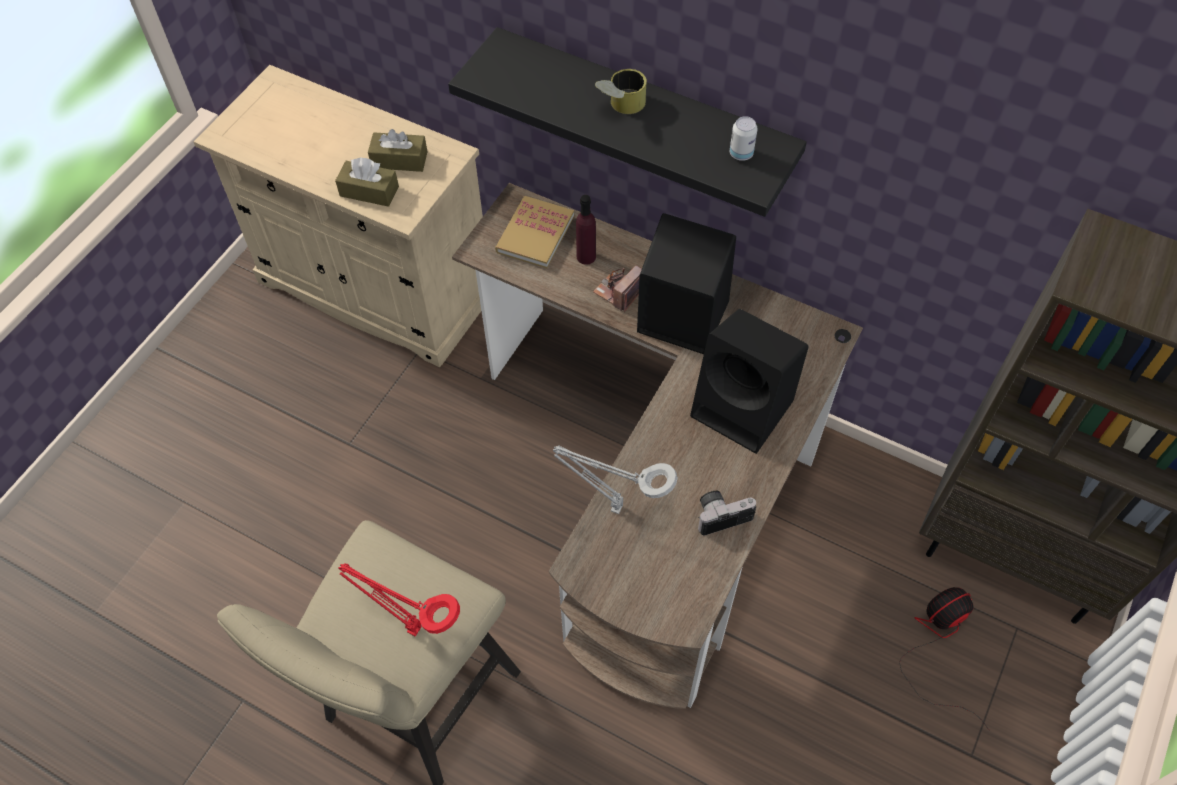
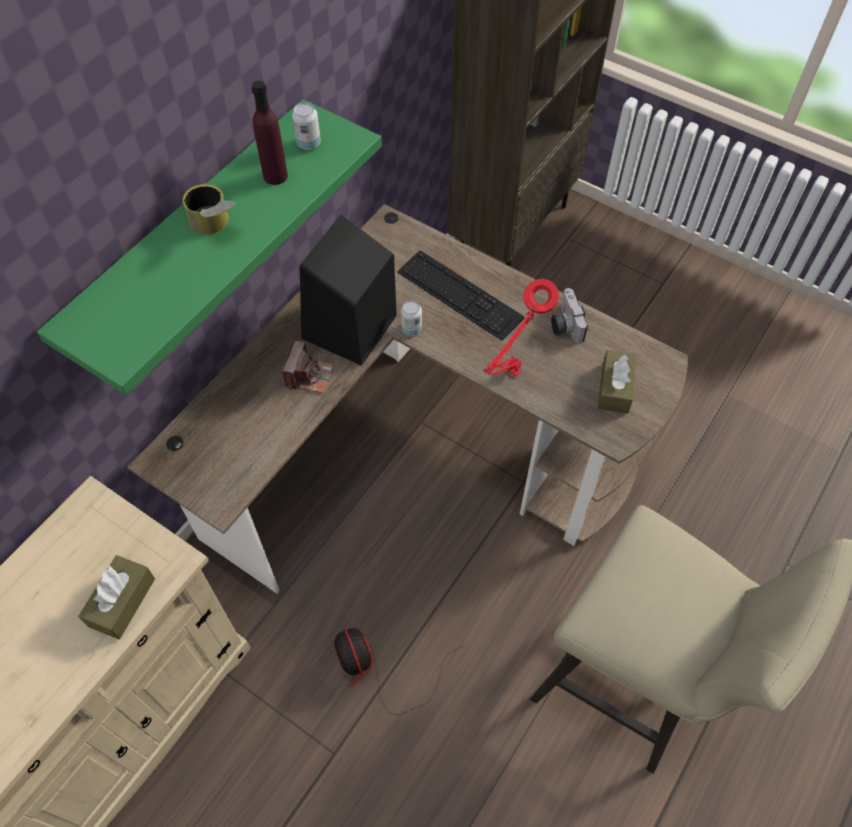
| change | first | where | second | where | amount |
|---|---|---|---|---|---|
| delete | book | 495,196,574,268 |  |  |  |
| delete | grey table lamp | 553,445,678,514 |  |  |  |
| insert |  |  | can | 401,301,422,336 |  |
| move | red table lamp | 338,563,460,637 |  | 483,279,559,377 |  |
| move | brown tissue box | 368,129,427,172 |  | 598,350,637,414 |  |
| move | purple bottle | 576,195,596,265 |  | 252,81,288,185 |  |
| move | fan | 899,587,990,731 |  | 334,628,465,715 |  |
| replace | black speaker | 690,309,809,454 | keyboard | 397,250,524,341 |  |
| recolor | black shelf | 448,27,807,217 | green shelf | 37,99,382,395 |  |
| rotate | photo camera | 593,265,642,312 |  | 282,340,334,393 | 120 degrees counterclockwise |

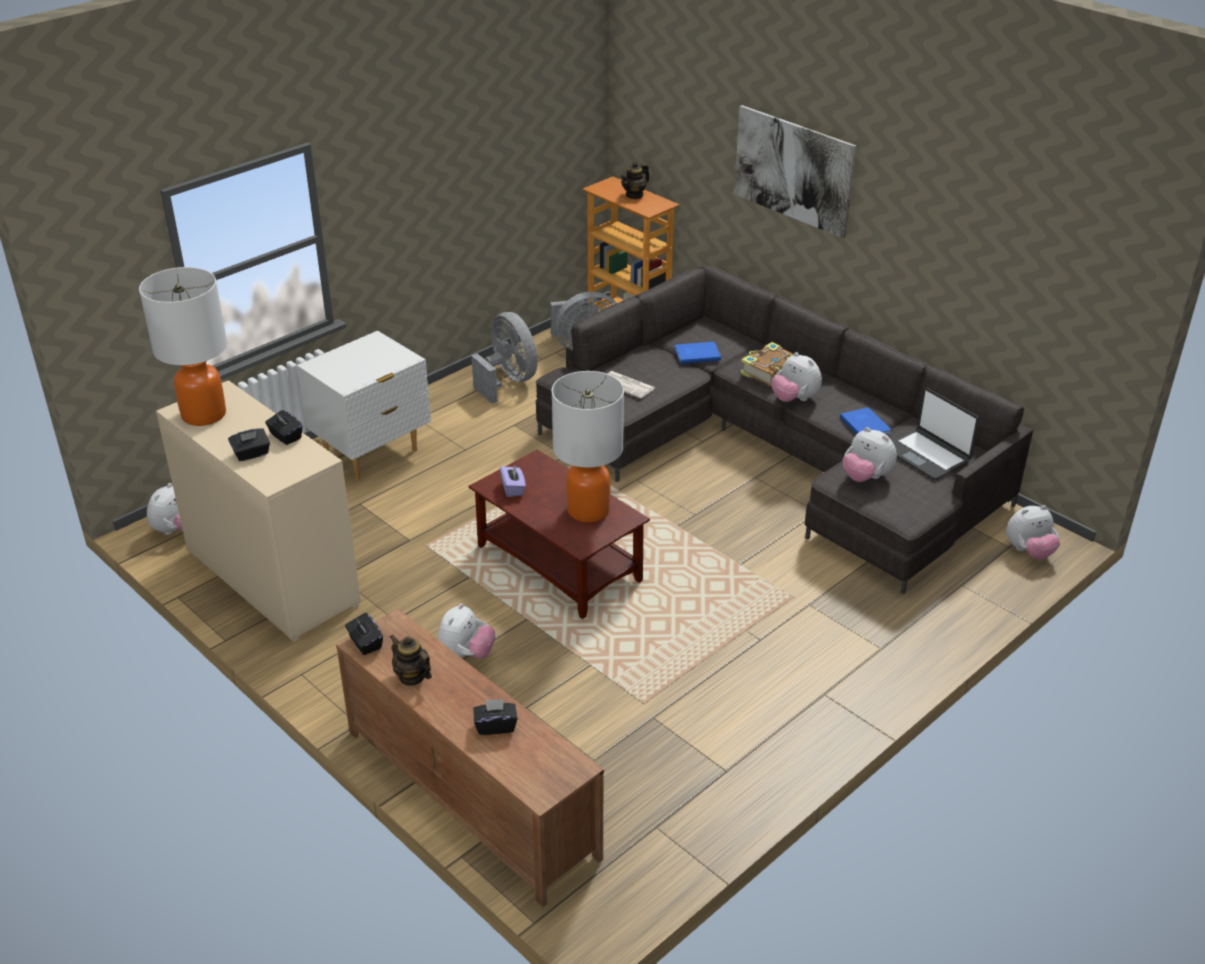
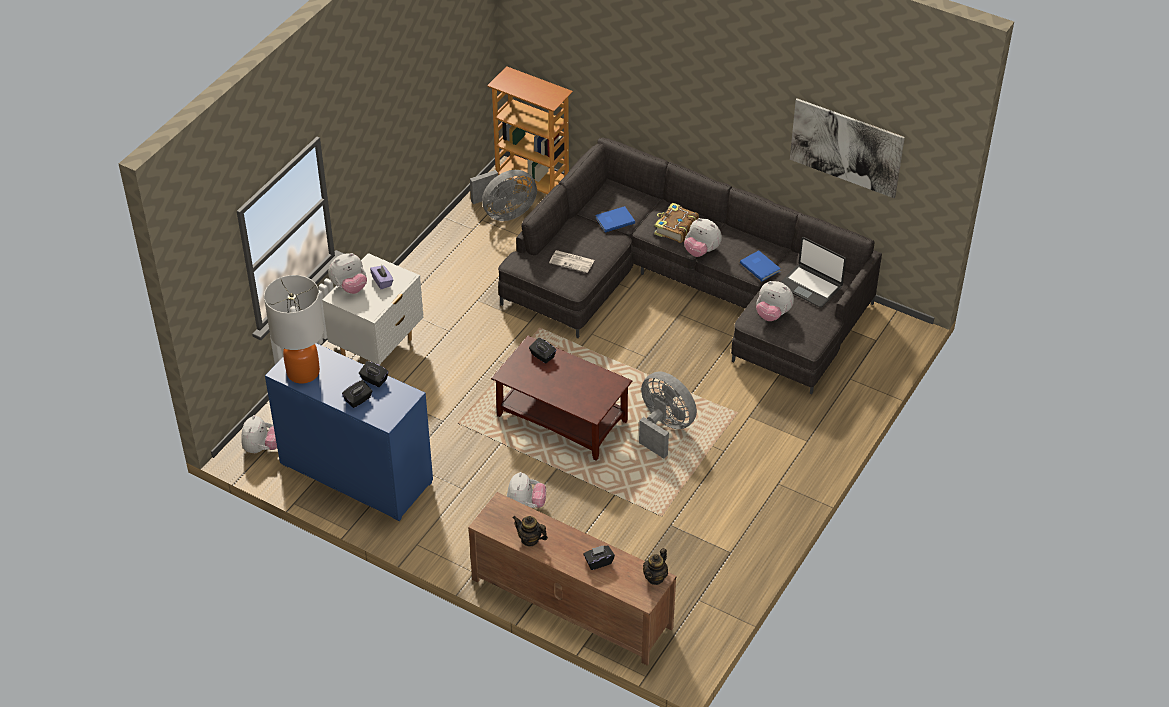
| change | first | where | second | where | amount |
|---|---|---|---|---|---|
| delete | table lamp | 552,371,624,522 |  |  |  |
| move | black tissue box | 345,613,383,655 |  | 529,338,556,363 |  |
| move | grey fan | 471,312,537,404 |  | 639,372,697,459 |  |
| move | purple tissue box | 500,465,526,497 |  | 370,266,393,289 |  |
| move | teapot | 620,162,649,199 |  | 643,548,668,585 |  |
| move | picture | 734,105,856,238 |  | 790,98,905,198 |  |
| move | plush toy | 1006,505,1060,560 |  | 328,253,367,294 |  |
| recolor | beige dresser | 156,380,361,642 | blue dresser | 265,343,433,521 |  |

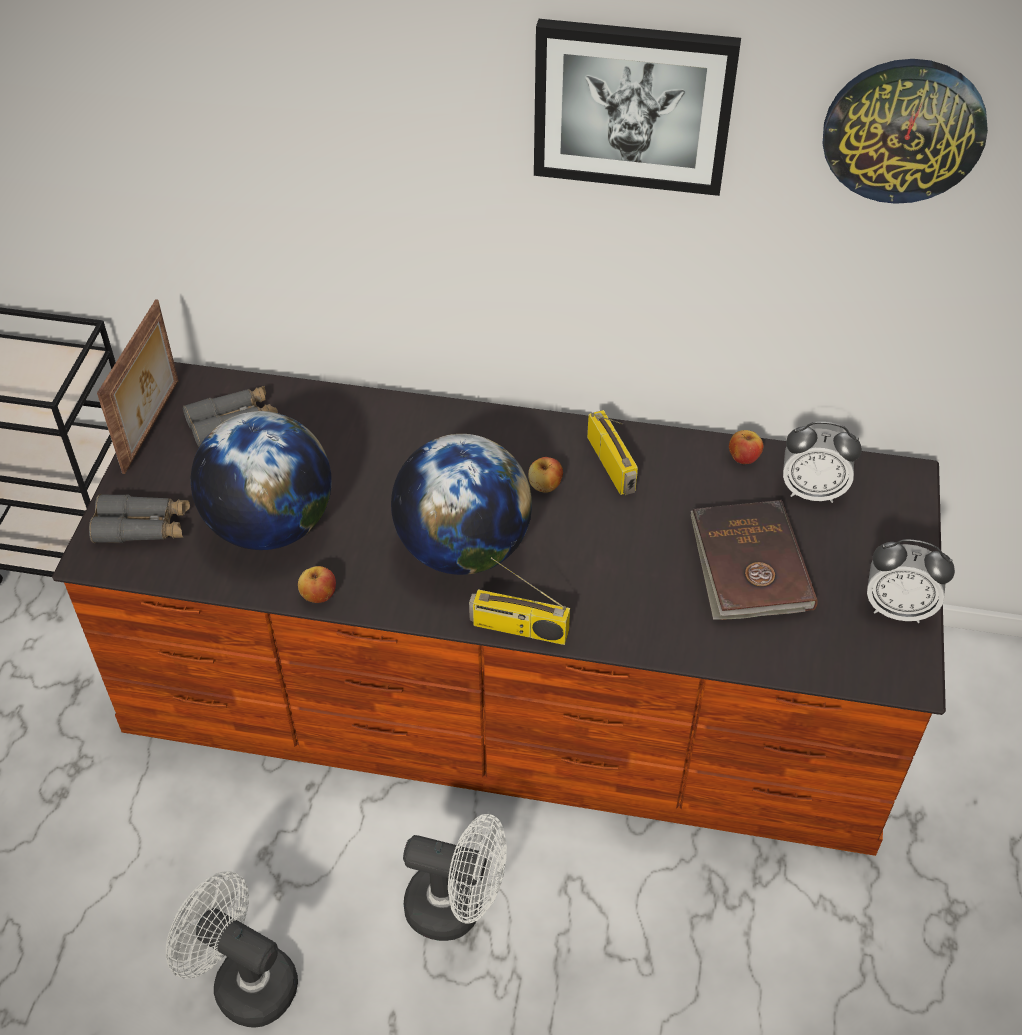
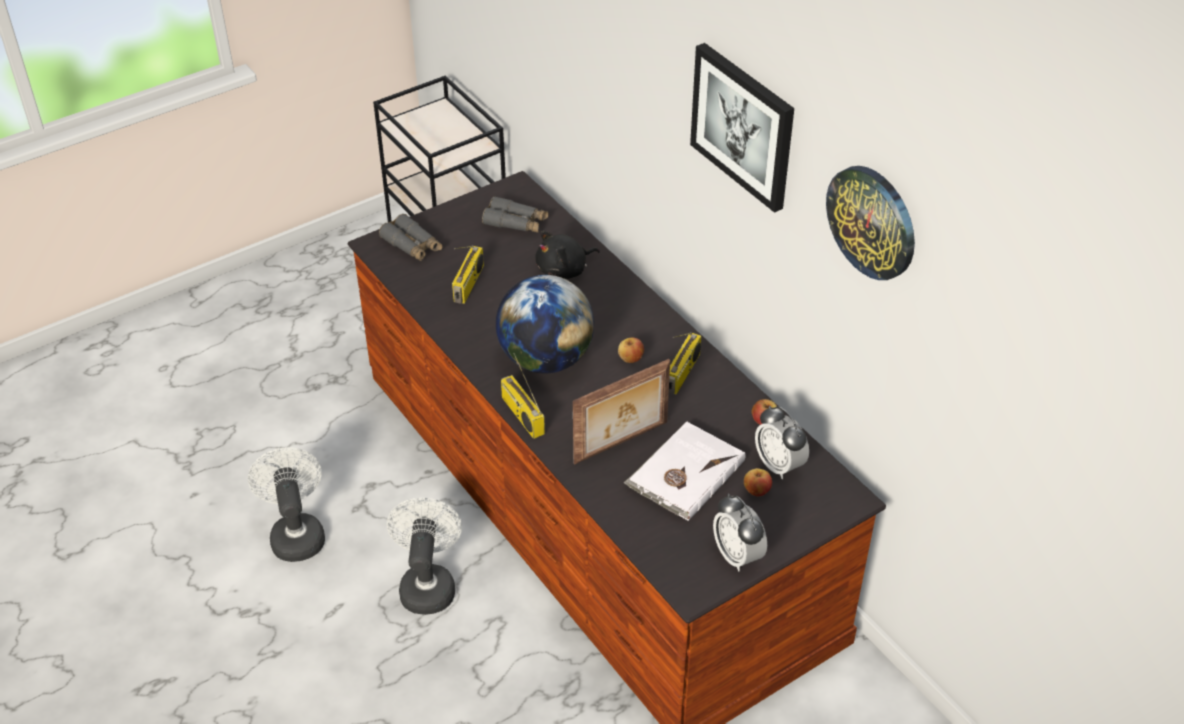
| change | first | where | second | where | amount |
|---|---|---|---|---|---|
| insert |  |  | black plush toy | 535,231,600,279 |  |
| move | picture frame | 97,299,179,474 |  | 573,359,670,464 |  |
| move | apple | 298,566,336,603 |  | 744,468,772,497 |  |
| replace | globe | 191,411,332,550 | radio | 452,245,484,304 |  |
| recolor | brown book | 690,500,818,620 | white book | 624,422,745,521 |  |
| rotate | white fan | 403,814,507,941 |  | 387,498,462,615 | 150 degrees counterclockwise |

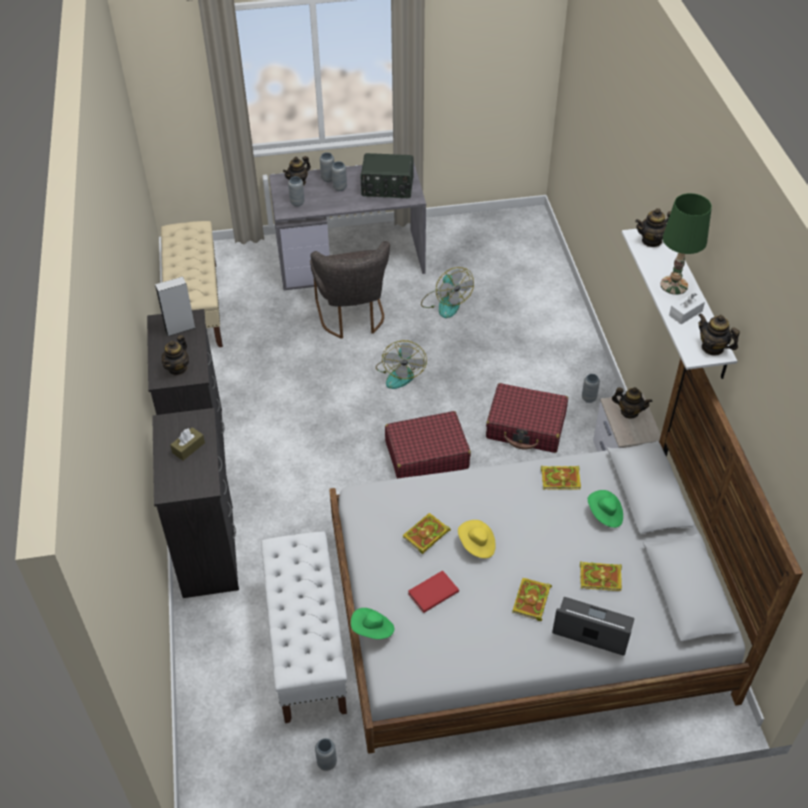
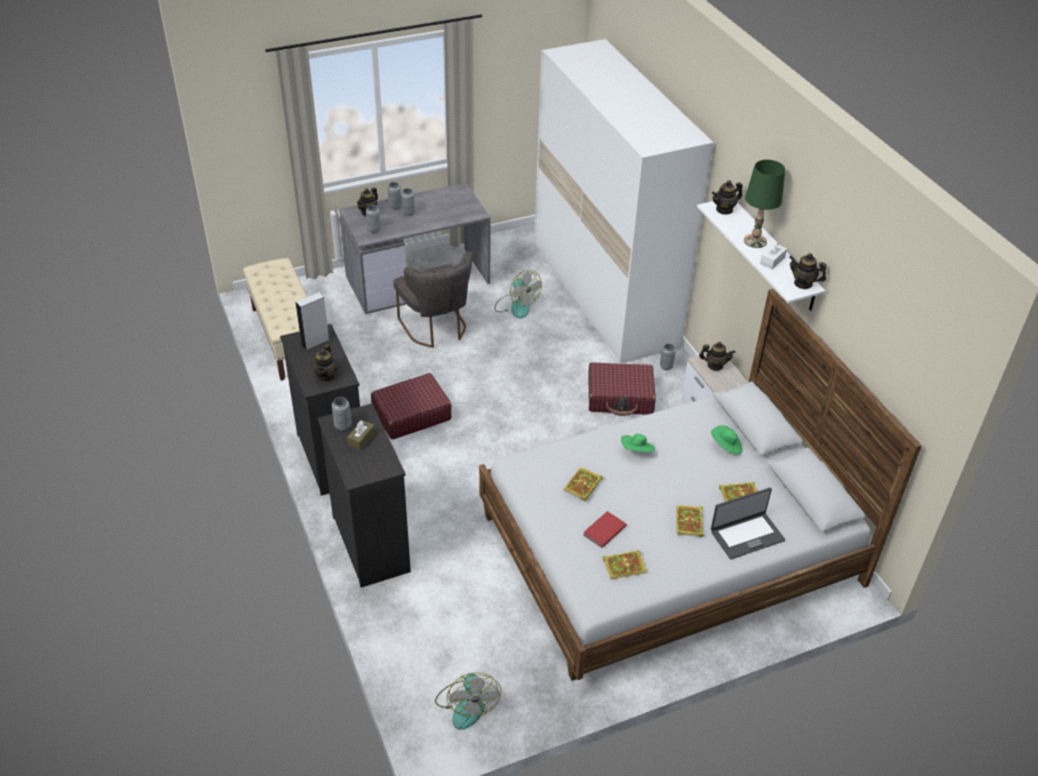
| change | first | where | second | where | amount |
|---|---|---|---|---|---|
| delete | white bench | 261,531,347,723 |  |  |  |
| delete | radio | 360,153,414,198 |  |  |  |
| delete | yellow hat | 458,520,496,558 |  |  |  |
| insert |  |  | white wardrobe | 534,39,714,364 |  |
| move | grey vase | 315,738,337,771 |  | 332,397,352,431 |  |
| move | green hat | 351,608,394,639 |  | 621,434,655,452 |  |
| move | fan | 376,340,427,389 |  | 435,672,501,730 |  |
| move | red suitcase | 385,411,471,479 |  | 371,373,452,440 |  |
| move | book | 541,465,581,490 |  | 603,550,647,579 |  |
| rotate | laptop | 552,597,634,656 |  | 711,488,785,559 | 150 degrees clockwise |

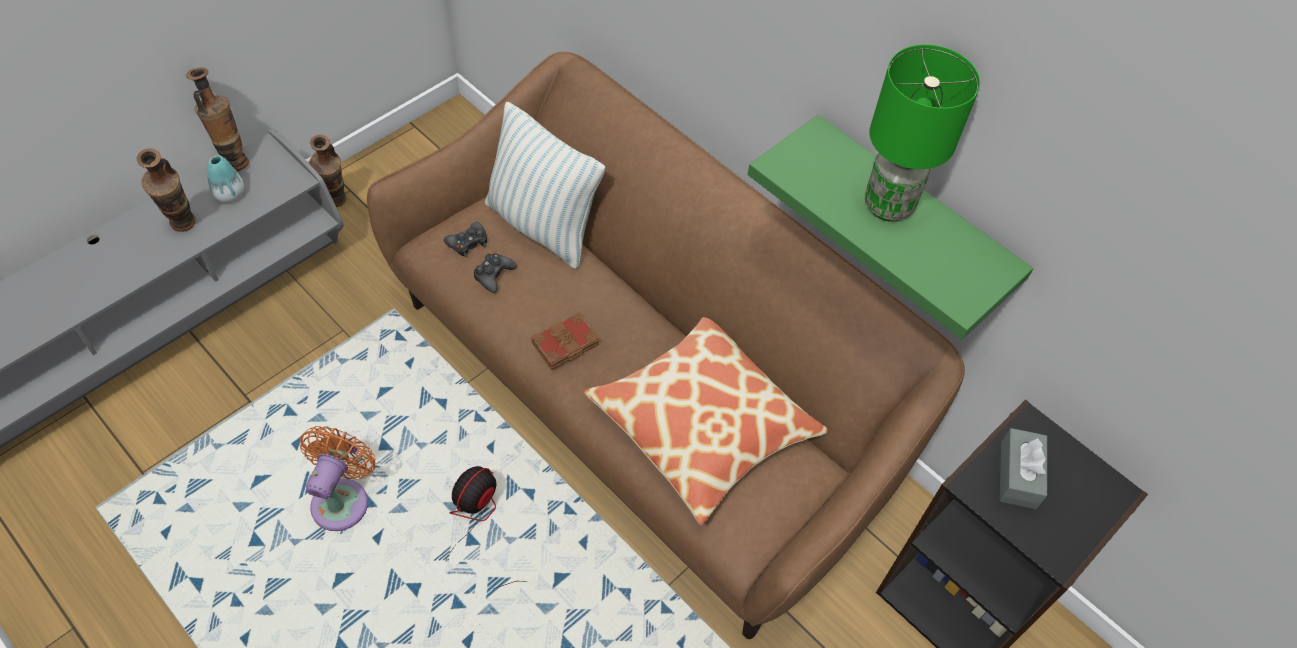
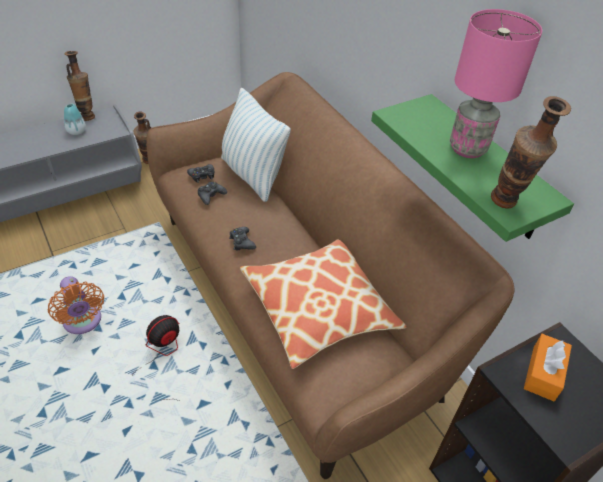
| change | first | where | second | where | amount |
|---|---|---|---|---|---|
| move | vase | 137,149,195,232 |  | 491,96,571,209 |  |
| replace | brown book | 531,311,599,370 | black game controller | 229,227,256,251 |  |
| recolor | green table lamp | 865,44,980,222 | pink table lamp | 450,9,542,158 |  |
| recolor | grey tissue box | 1000,428,1047,509 | orange tissue box | 524,334,572,401 |  |
| rotate | orange fan | 299,426,376,531 |  | 47,276,104,334 | 120 degrees clockwise |

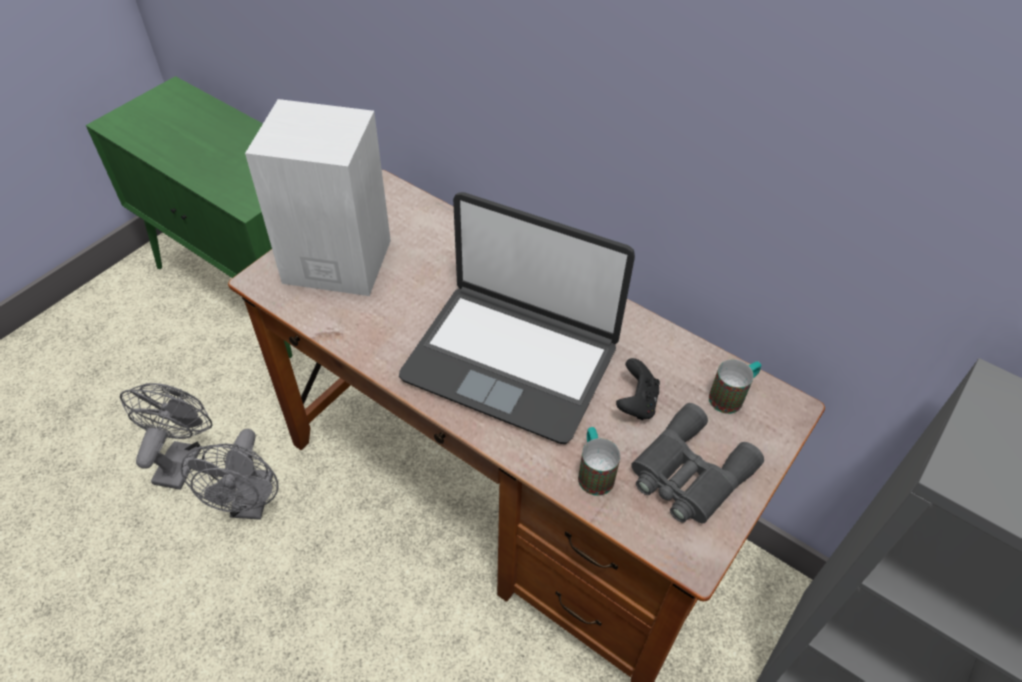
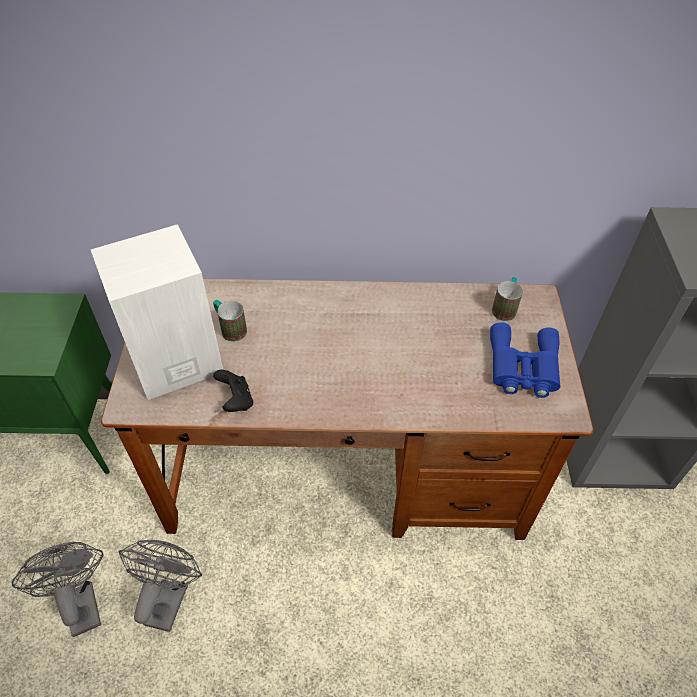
| change | first | where | second | where | amount |
|---|---|---|---|---|---|
| delete | laptop | 399,192,635,444 |  |  |  |
| move | mug | 578,427,620,496 |  | 213,300,247,342 |  |
| move | black game controller | 616,358,660,420 |  | 213,370,253,412 |  |
| recolor | grey binoculars | 631,403,764,523 | blue binoculars | 490,322,560,398 |  |
| rotate | grey fan | 181,429,279,520 |  | 119,540,202,632 | 135 degrees counterclockwise |

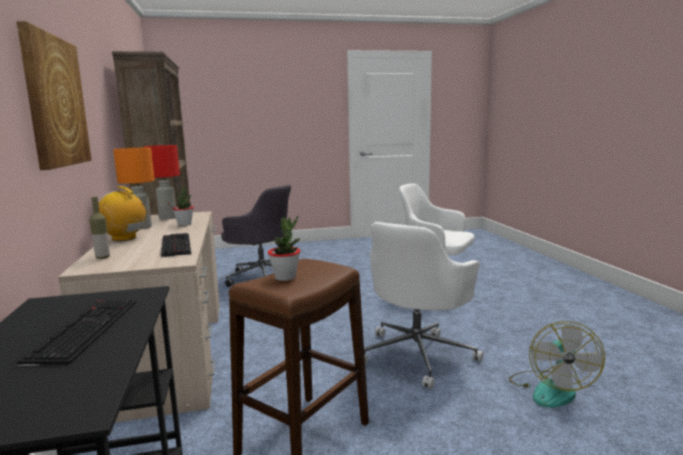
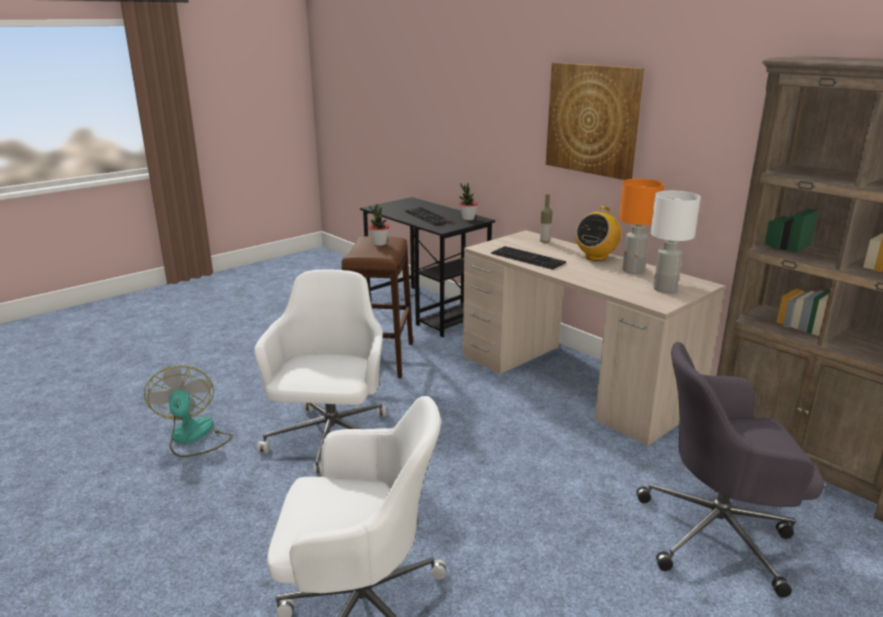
| change | first | where | second | where | amount |
|---|---|---|---|---|---|
| move | potted plant | 173,186,194,226 |  | 459,183,478,220 |  |
| recolor | red table lamp | 143,145,180,220 | white table lamp | 651,191,701,293 |  |
| rotate | radio | 98,186,147,241 |  | 575,206,621,261 | 135 degrees clockwise |

